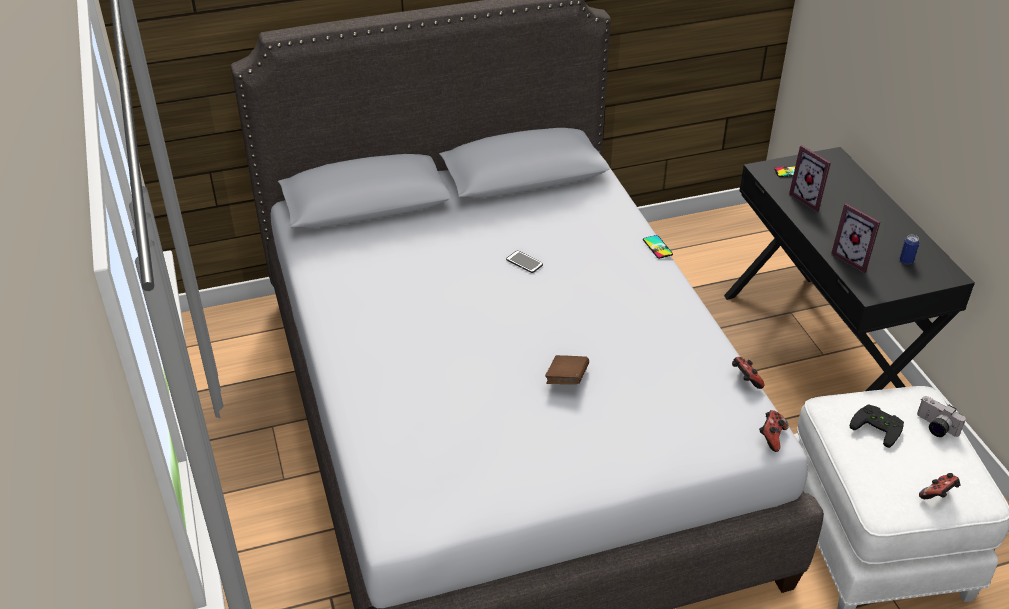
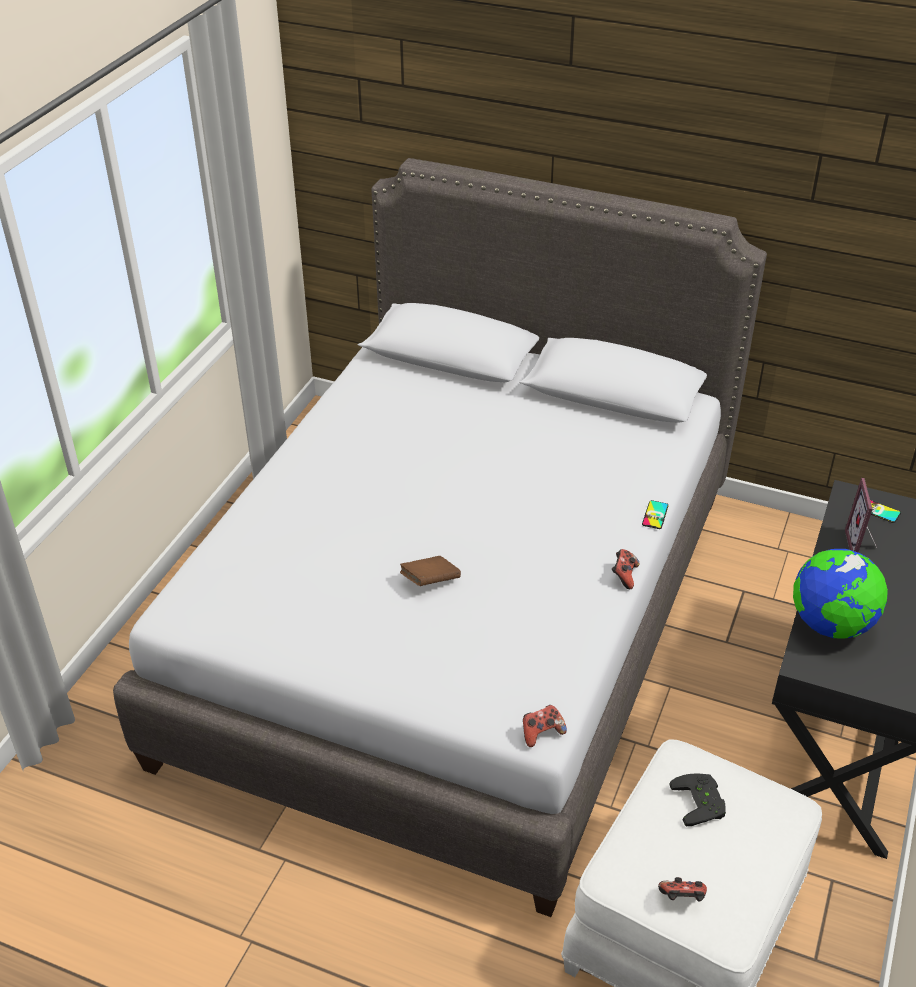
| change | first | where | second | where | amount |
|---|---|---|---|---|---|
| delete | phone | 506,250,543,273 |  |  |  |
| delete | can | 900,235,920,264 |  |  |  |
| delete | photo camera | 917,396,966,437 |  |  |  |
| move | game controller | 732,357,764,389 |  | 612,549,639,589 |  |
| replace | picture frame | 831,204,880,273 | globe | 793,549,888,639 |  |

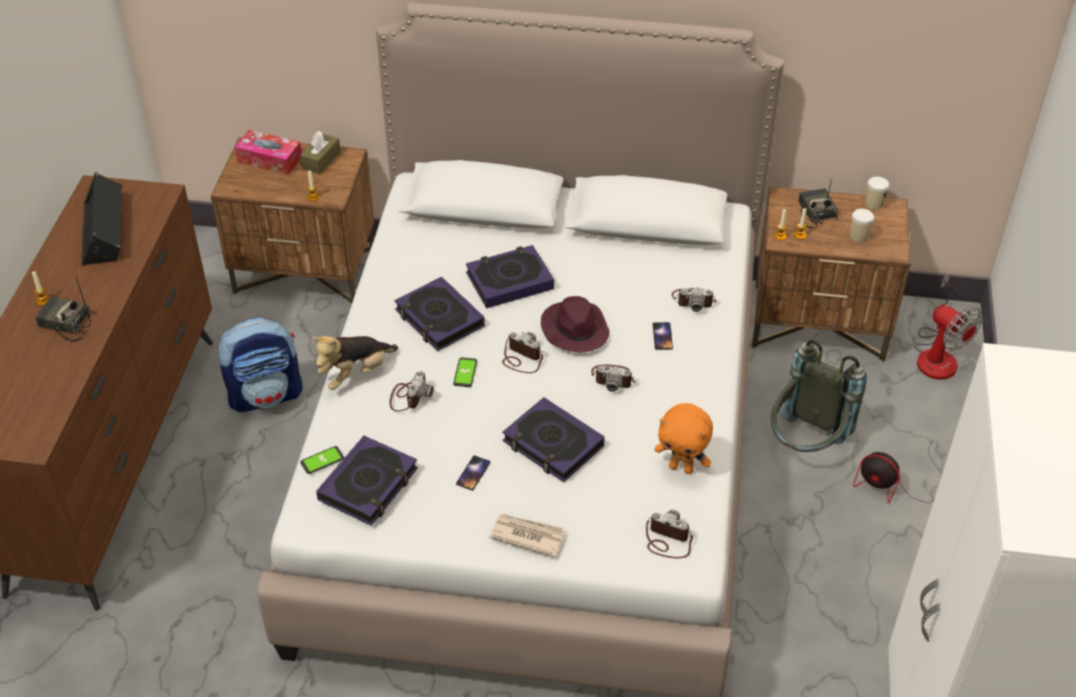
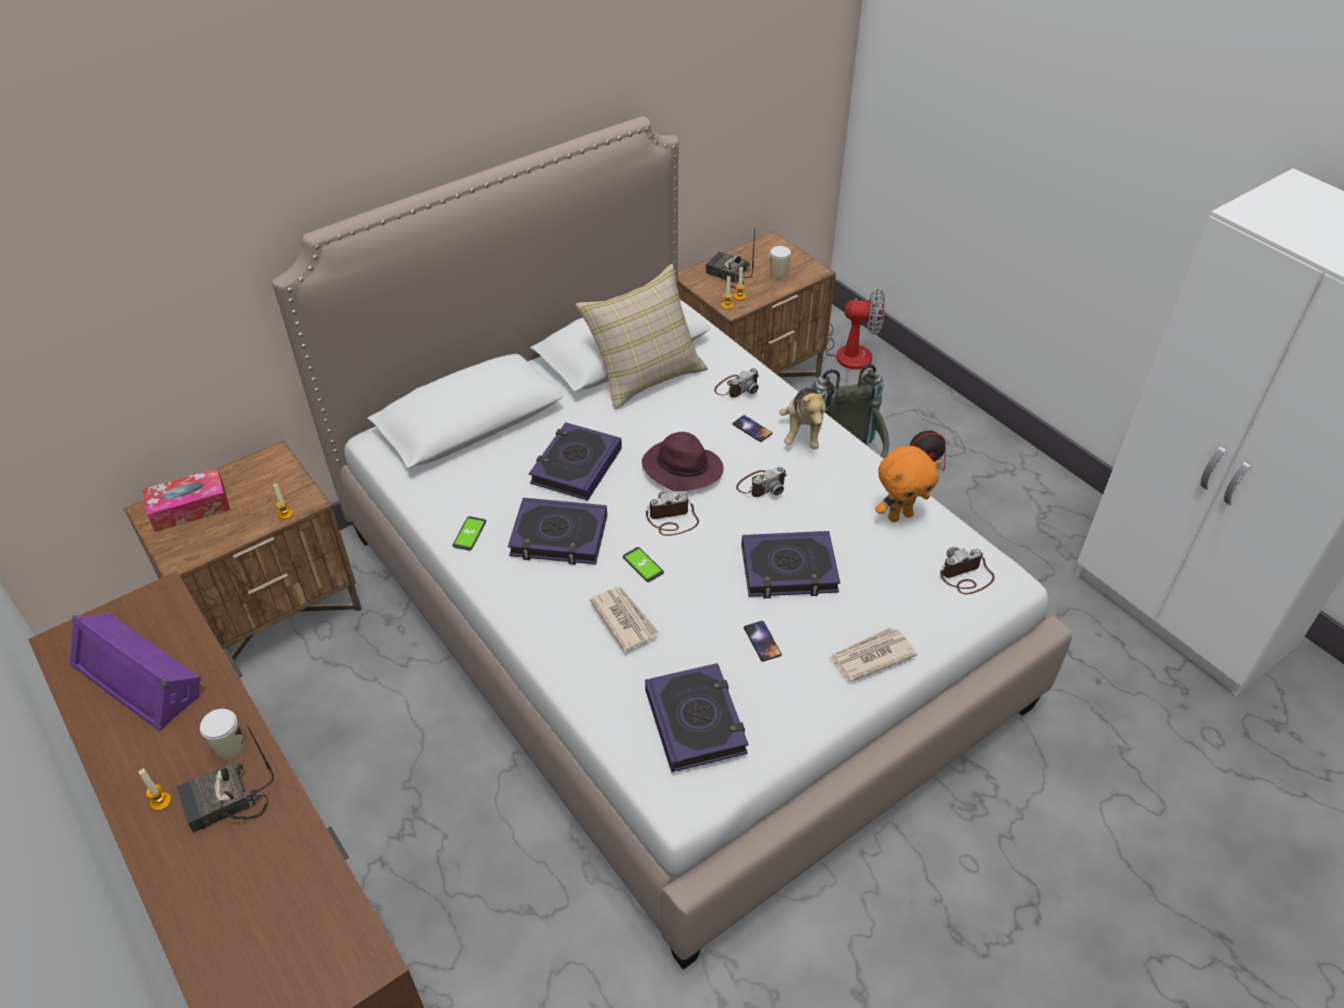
| change | first | where | second | where | amount |
|---|---|---|---|---|---|
| delete | backpack | 218,317,303,412 |  |  |  |
| delete | brown tissue box | 300,131,341,174 |  |  |  |
| insert |  |  | beige pillow | 575,264,708,410 |  |
| move | phone | 300,446,344,474 |  | 453,516,486,550 |  |
| move | plush toy | 311,336,398,390 |  | 779,388,827,449 |  |
| move | cup | 866,177,889,210 |  | 200,709,245,760 |  |
| replace | photo camera | 390,371,434,412 | newspaper | 590,587,660,652 |  |
| recolor | black speaker | 81,171,122,266 | purple speaker | 69,613,201,731 |  |

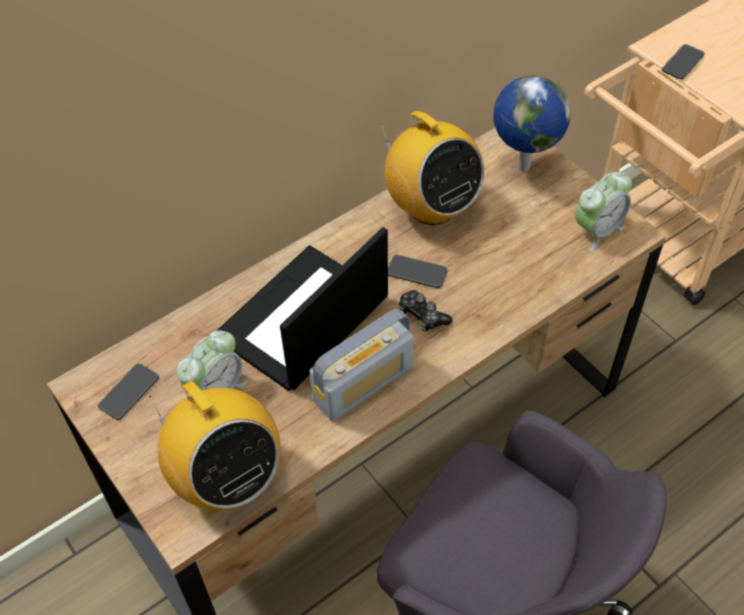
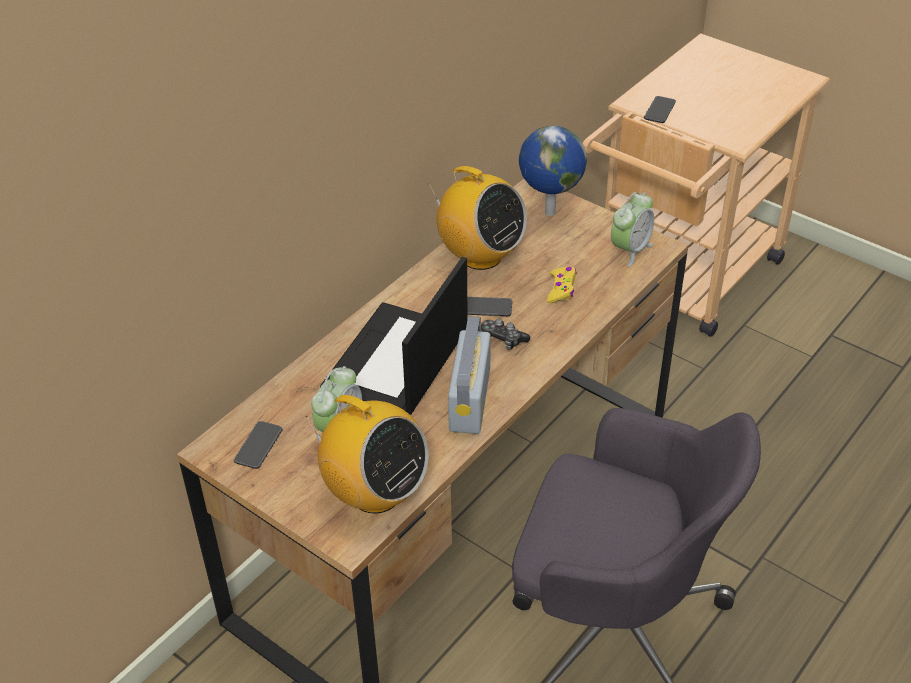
| change | first | where | second | where | amount |
|---|---|---|---|---|---|
| insert |  |  | yellow game controller | 546,267,577,303 |  |
| rotate | radio | 309,309,414,421 |  | 448,316,491,434 | 150 degrees clockwise |

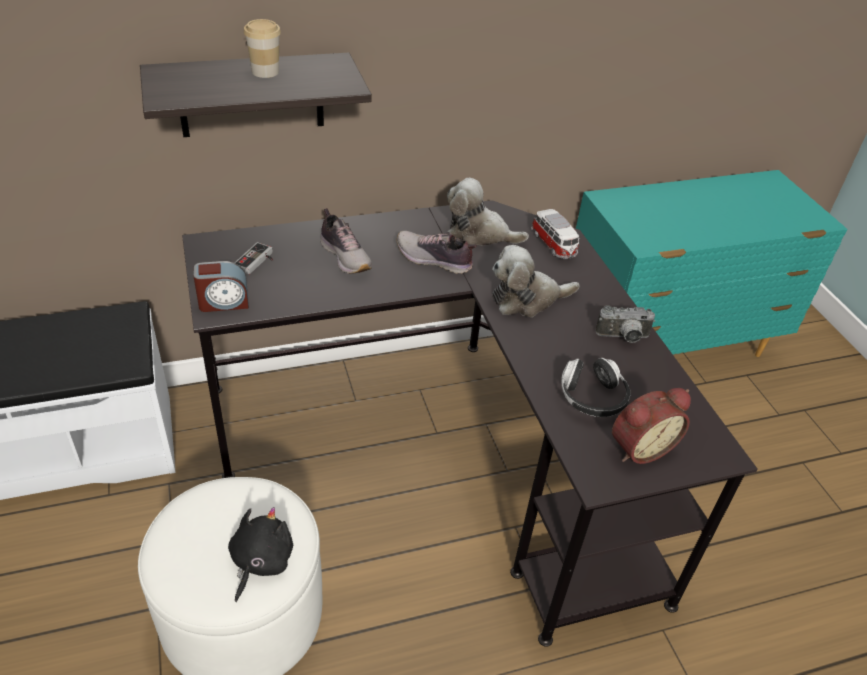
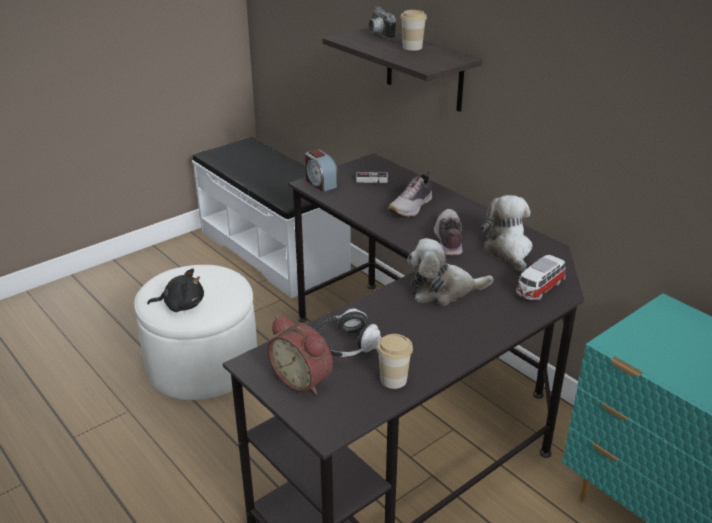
| change | first | where | second | where | amount |
|---|---|---|---|---|---|
| insert |  |  | cup | 377,334,413,389 |  |
| move | photo camera | 595,305,655,343 |  | 369,7,396,40 |  |
| rotate | plush toy | 492,245,580,317 |  | 407,238,493,305 | 60 degrees counterclockwise |

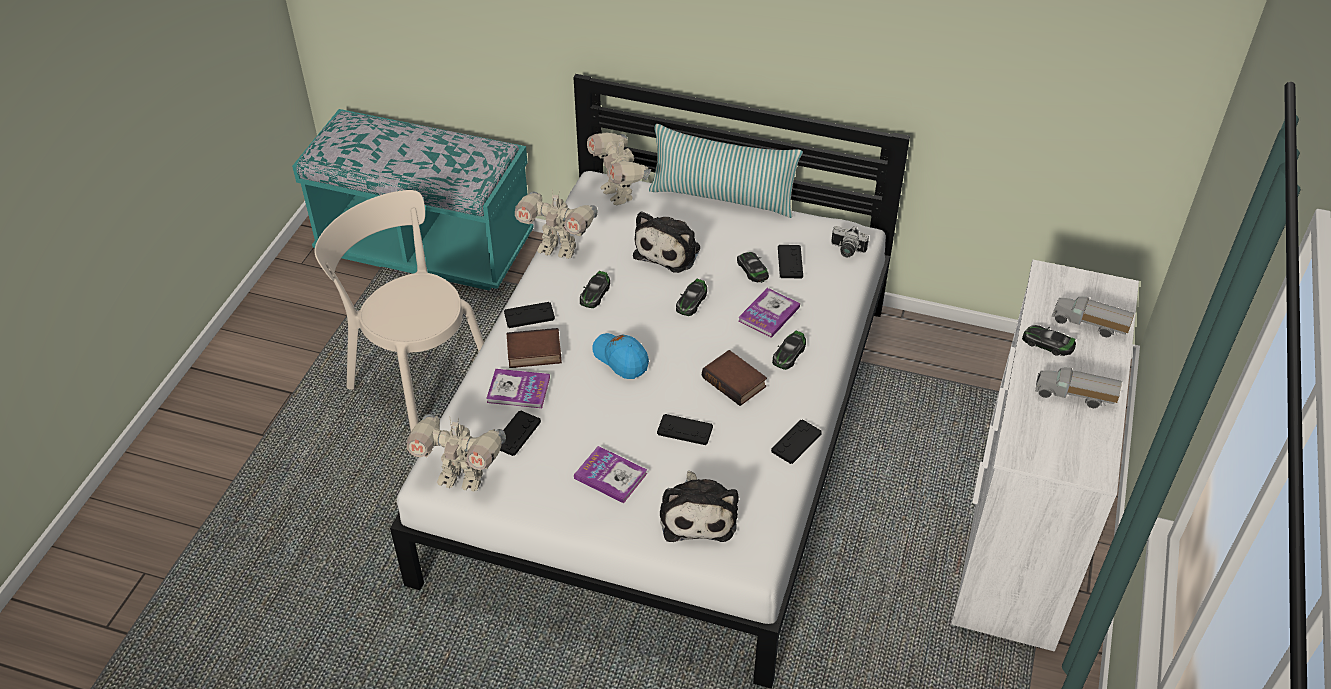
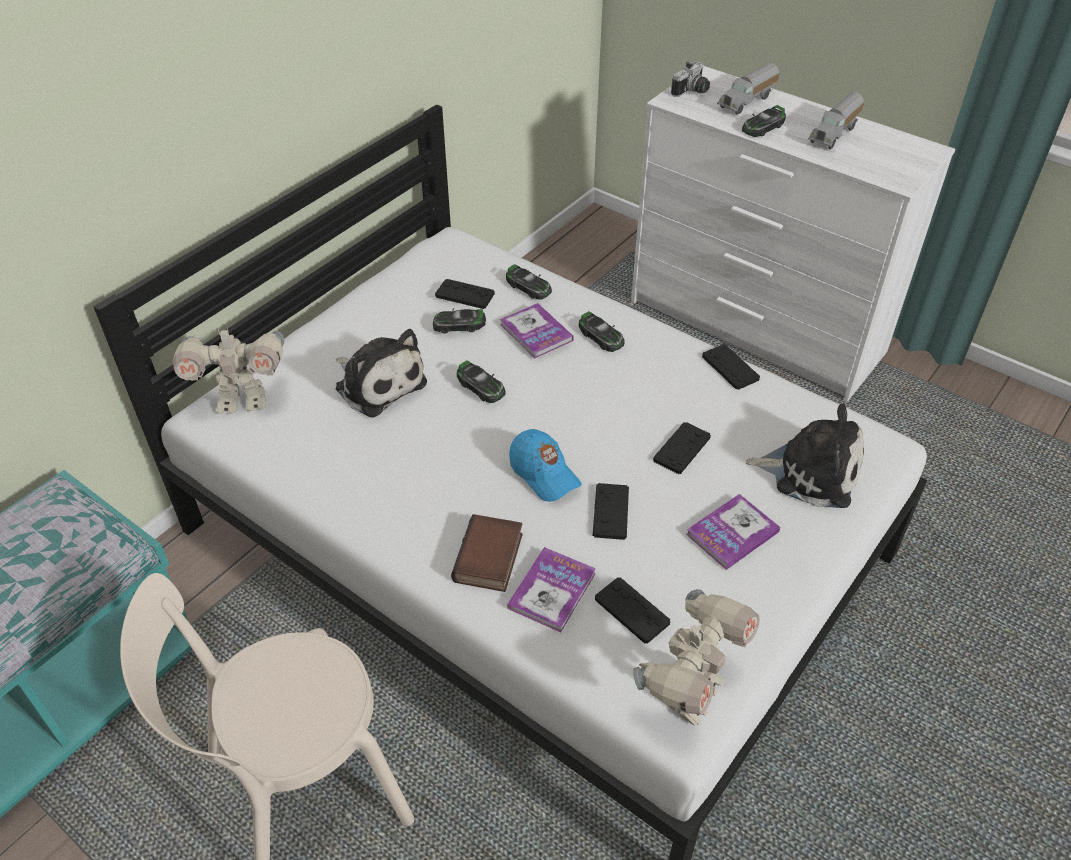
| change | first | where | second | where | amount |
|---|---|---|---|---|---|
| delete | toy robot | 515,190,598,259 |  |  |  |
| delete | pillow | 649,124,803,218 |  |  |  |
| delete | book | 702,350,767,406 |  |  |  |
| move | black game controller | 504,302,555,328 |  | 593,483,629,540 |  |
| move | toy car | 580,271,610,308 |  | 506,264,552,300 |  |
| move | photo camera | 831,226,869,257 |  | 671,60,710,97 |  |
| rotate | blue cap | 592,333,649,379 |  | 509,429,582,502 | 105 degrees counterclockwise |

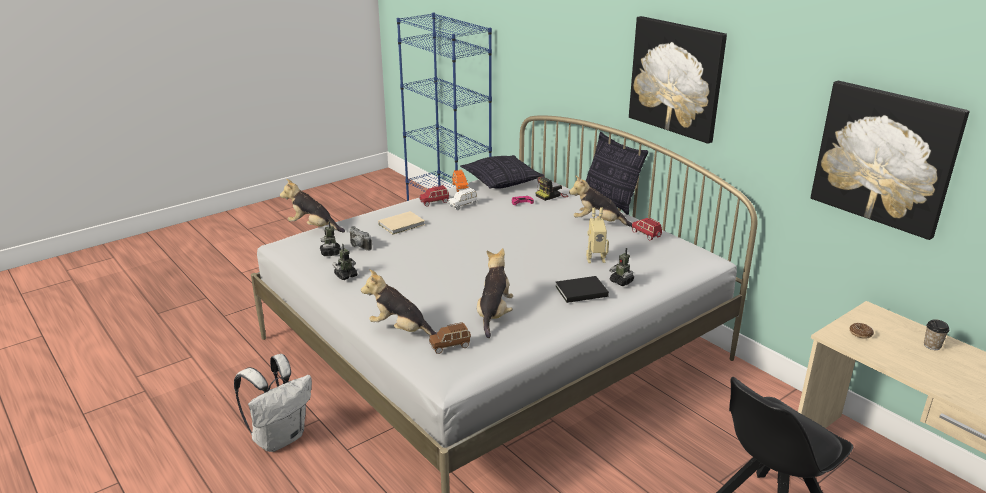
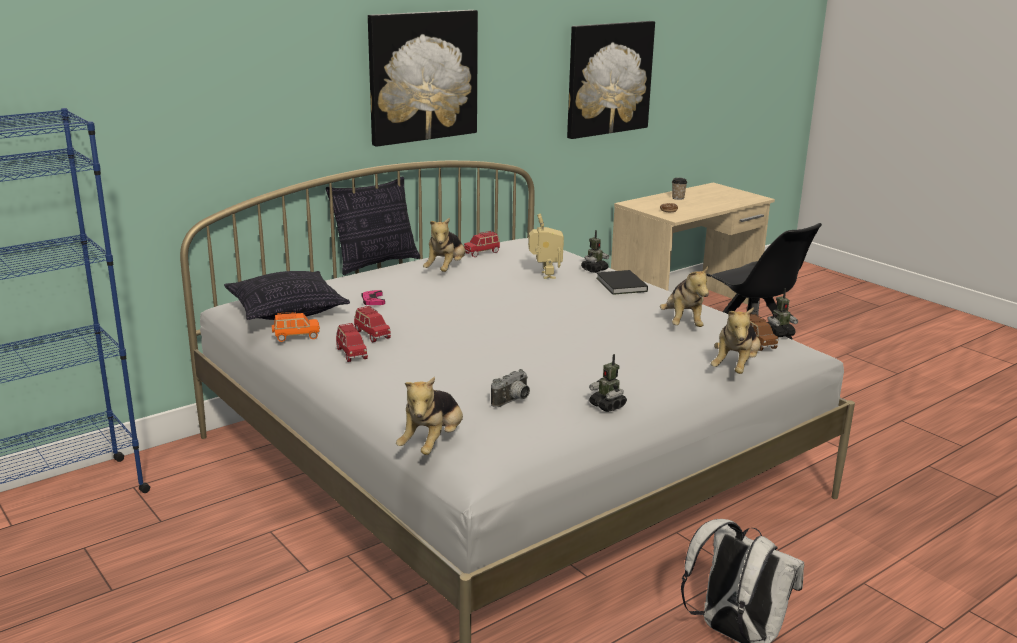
| change | first | where | second | where | amount |
|---|---|---|---|---|---|
| delete | beige book | 378,211,425,235 |  |  |  |
| delete | photo camera | 535,176,568,201 |  |  |  |
| move | toy robot | 320,221,341,256 |  | 767,288,798,337 |  |
| recolor | white toy car | 448,188,478,210 | red toy car | 354,306,391,342 |  |
| rotate | plush toy | 477,248,513,338 |  | 660,265,709,327 | 105 degrees counterclockwise |

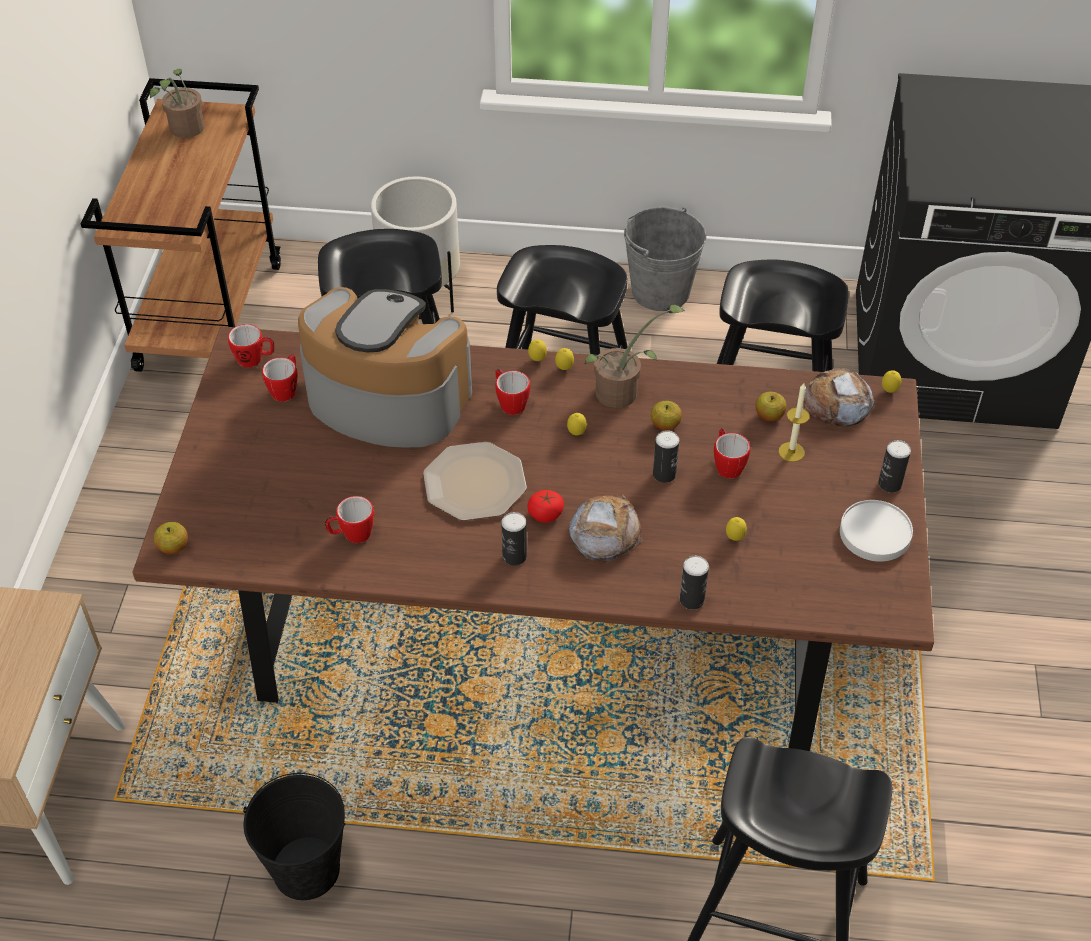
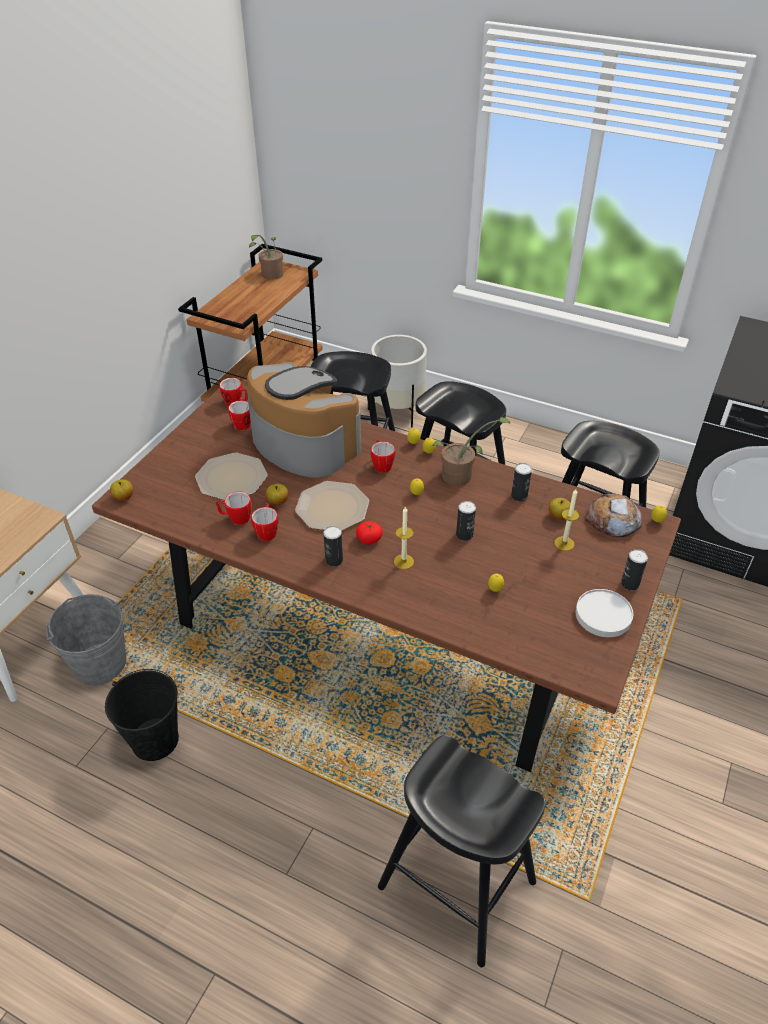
| change | first | where | second | where | amount |
|---|---|---|---|---|---|
| insert |  |  | plate | 195,453,268,500 |  |
| move | grey bucket | 624,207,706,311 |  | 46,594,126,685 |  |
| move | apple | 651,401,682,431 |  | 266,484,288,505 |  |
| move | can | 680,556,709,610 |  | 511,463,532,502 |  |
| move | mug | 714,428,751,479 |  | 251,504,278,541 |  |
| replace | bread | 569,495,643,563 | candle | 394,507,414,569 |  |

